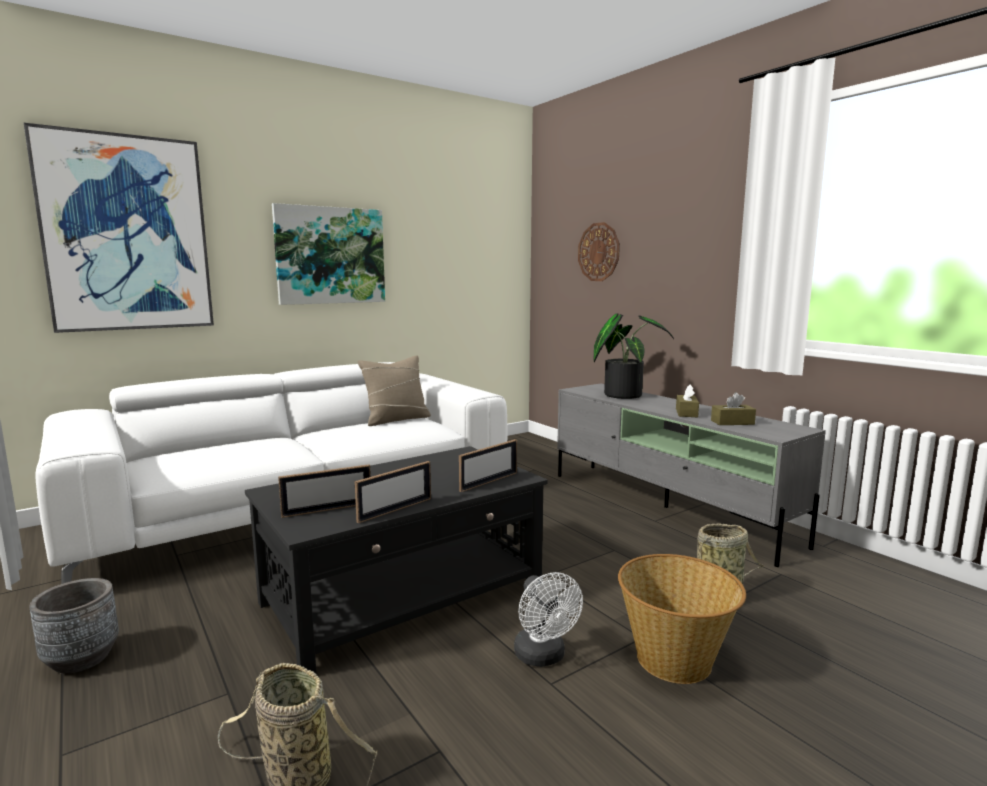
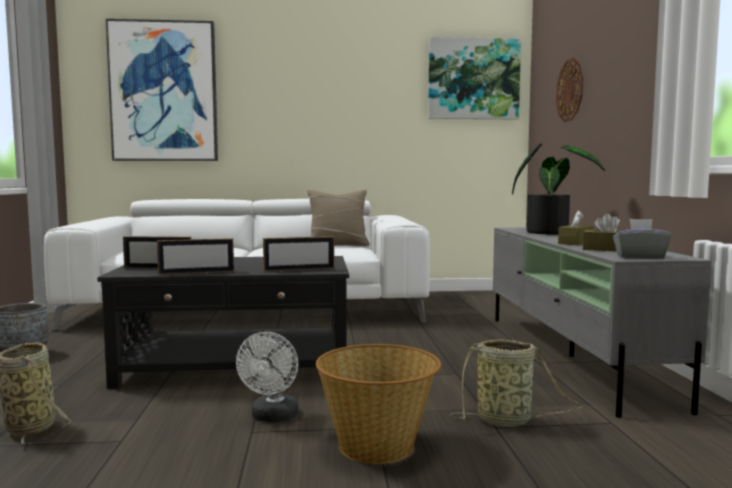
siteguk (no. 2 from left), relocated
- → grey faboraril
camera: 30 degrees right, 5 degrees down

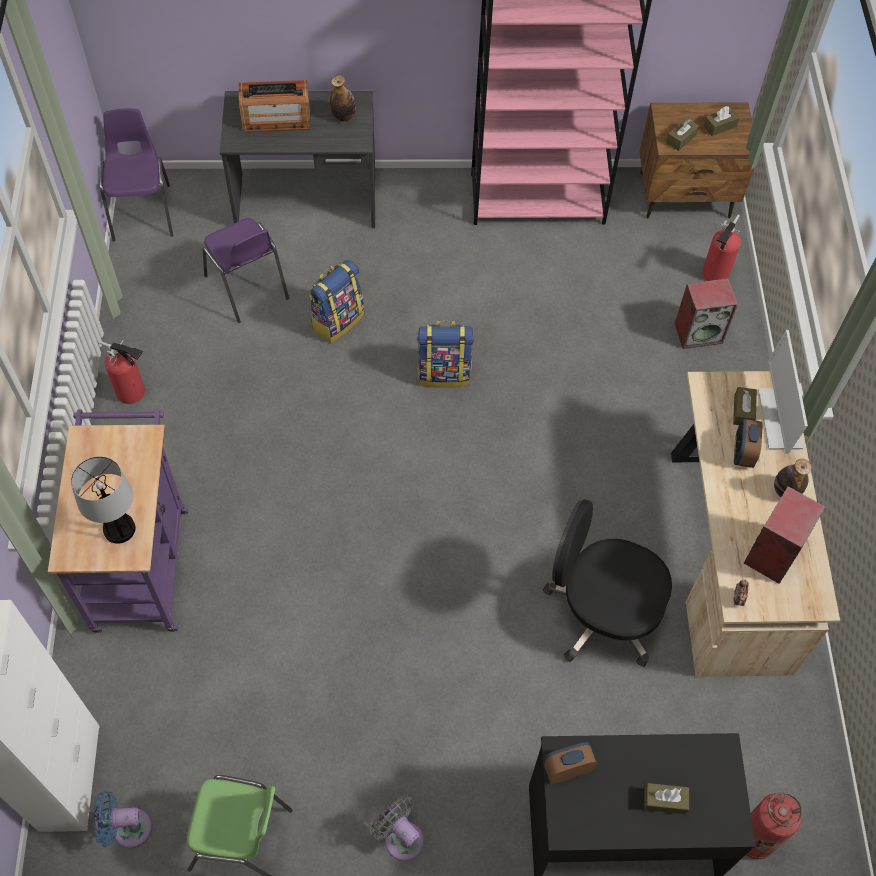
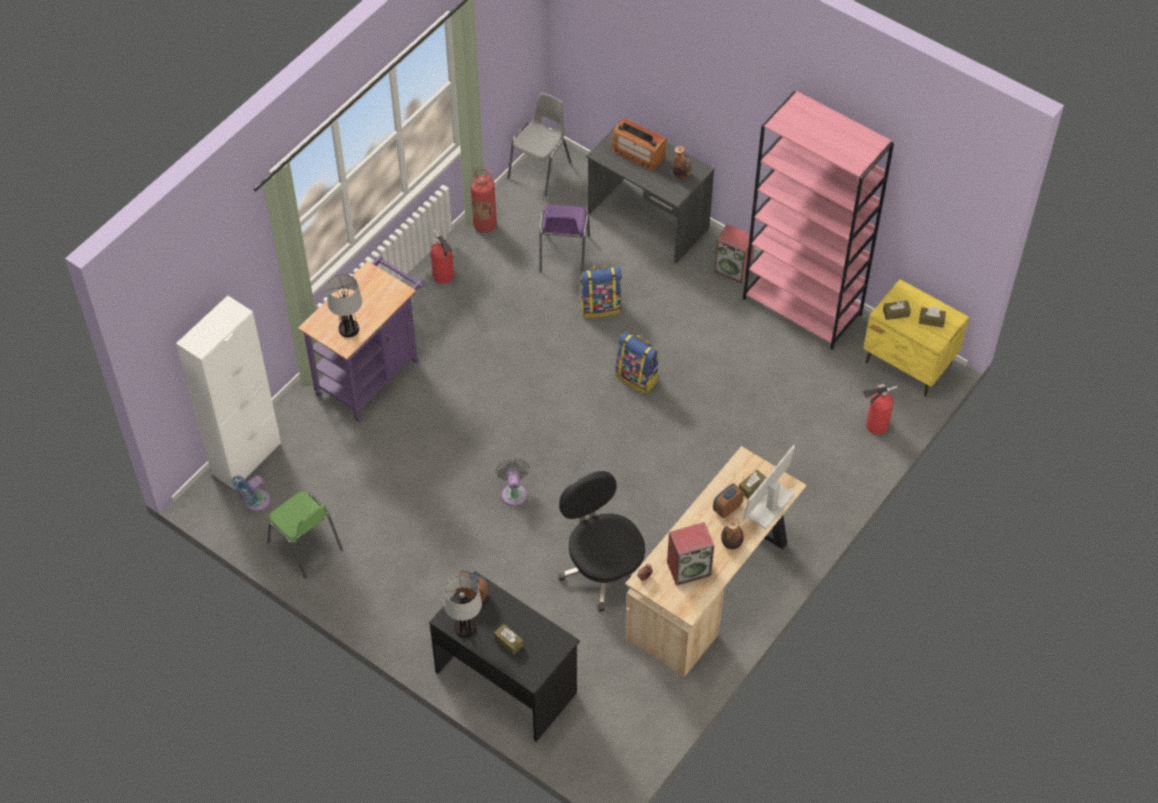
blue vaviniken, 75 degrees counterclockwise
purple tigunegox (no. 1 from left) → grey tigunegox
grey vaviniken, relocated
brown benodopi → yellow benodopi
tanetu (no. 1 from left in the first image) → tanetu (no. 2 from left), relocated
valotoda (no. 3 from left in the first image) → valotoda (no. 2 from left), relocated
- → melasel (no. 2 from left)
camera: 40 degrees right, 5 degrees down

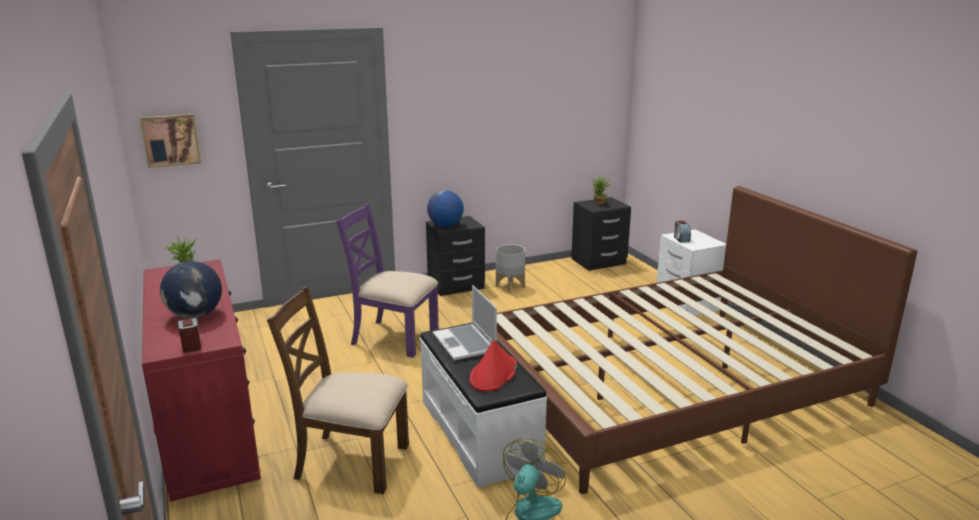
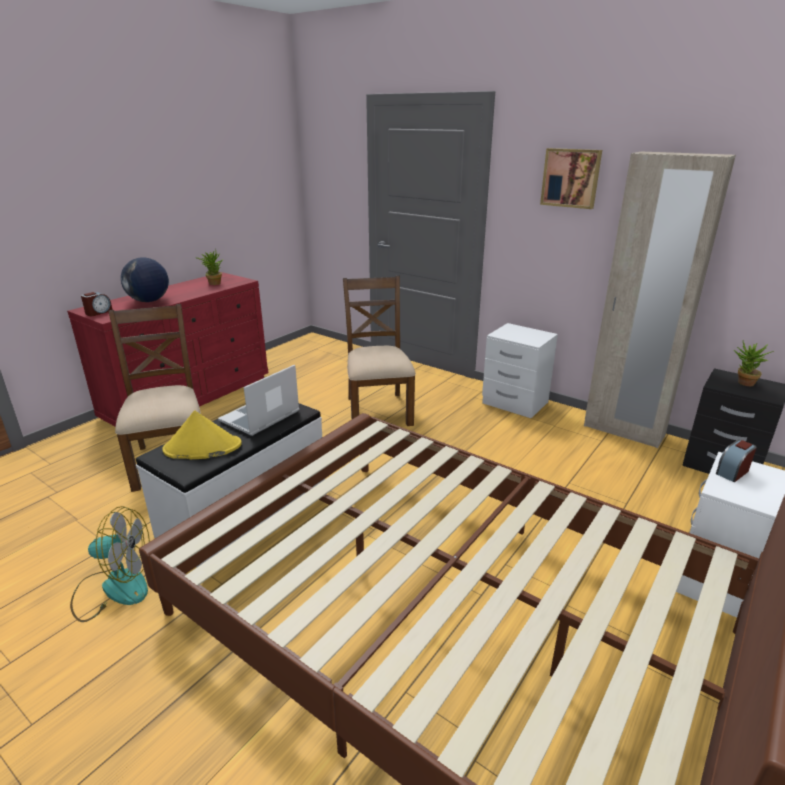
siteguk, relocated
purple tigunegox → brown tigunegox (no. 2 from left)
black benodopi (no. 1 from left) → white benodopi (no. 1 from left)
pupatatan (no. 2 from left) → -
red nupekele → yellow nupekele
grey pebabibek → -
- → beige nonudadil
camera: 60 degrees right, 5 degrees up

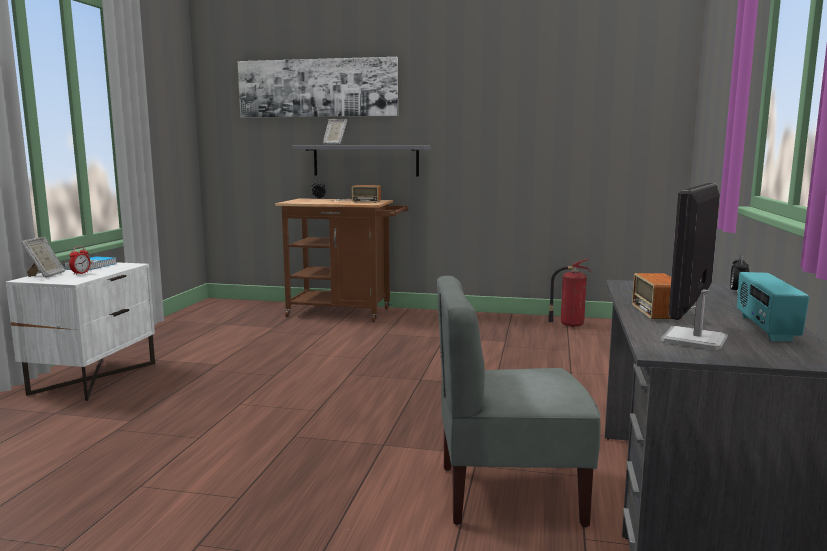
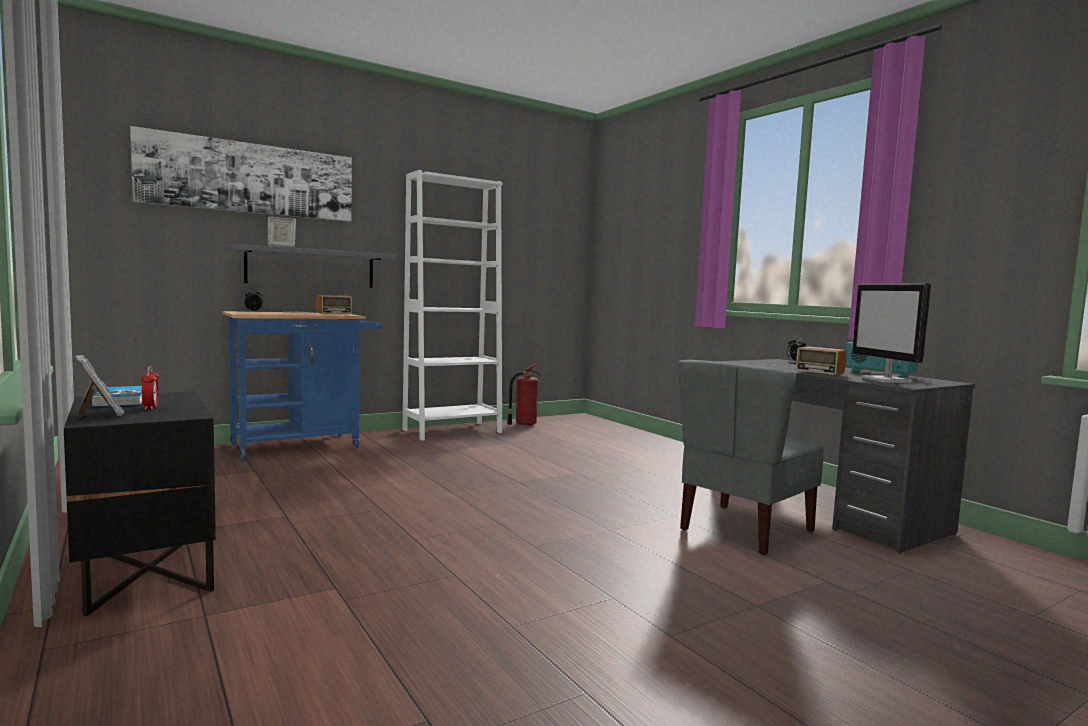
white benodopi → black benodopi
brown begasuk → blue begasuk
- → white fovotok
camera: 45 degrees left, 5 degrees down

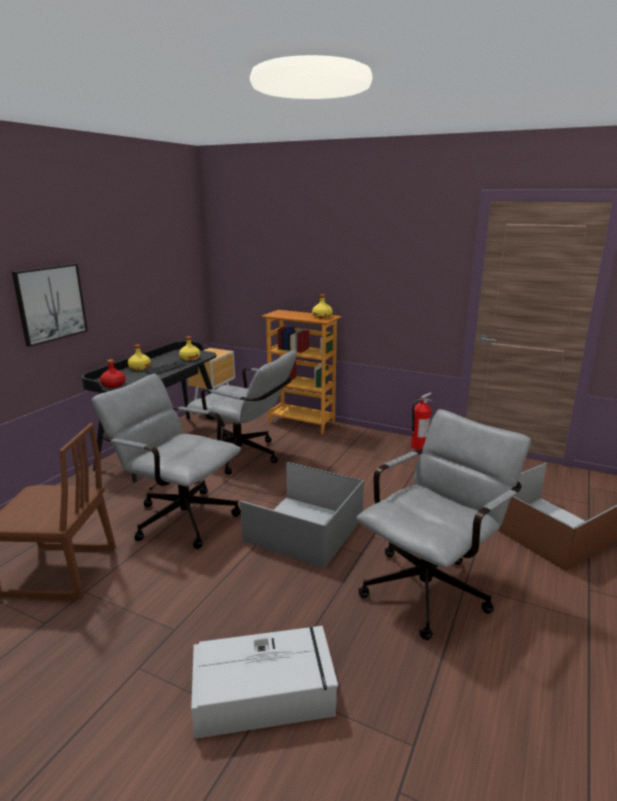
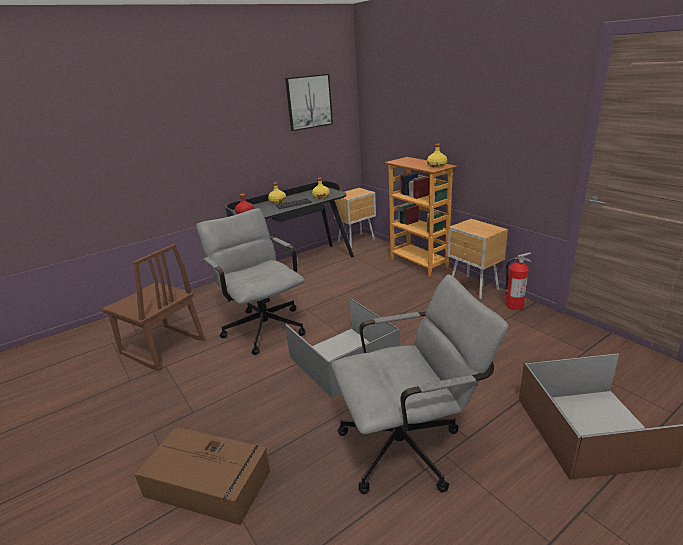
siteguk, relocated
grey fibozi (no. 2 from left) → -
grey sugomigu (no. 1 from left) → brown sugomigu (no. 1 from left)
- → brown benodopi (no. 2 from left)
camera: 30 degrees right, 5 degrees up

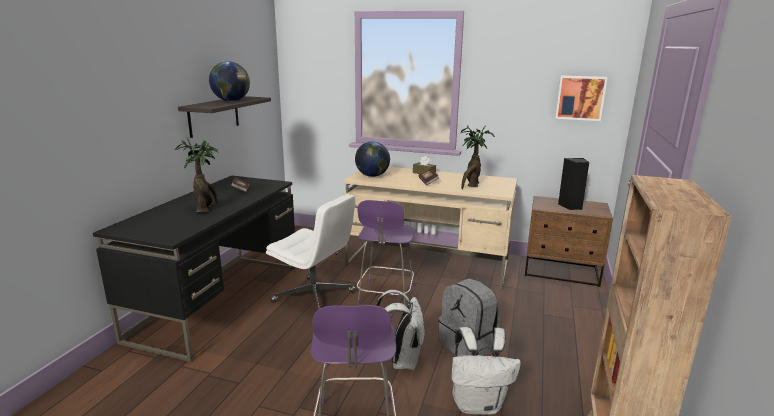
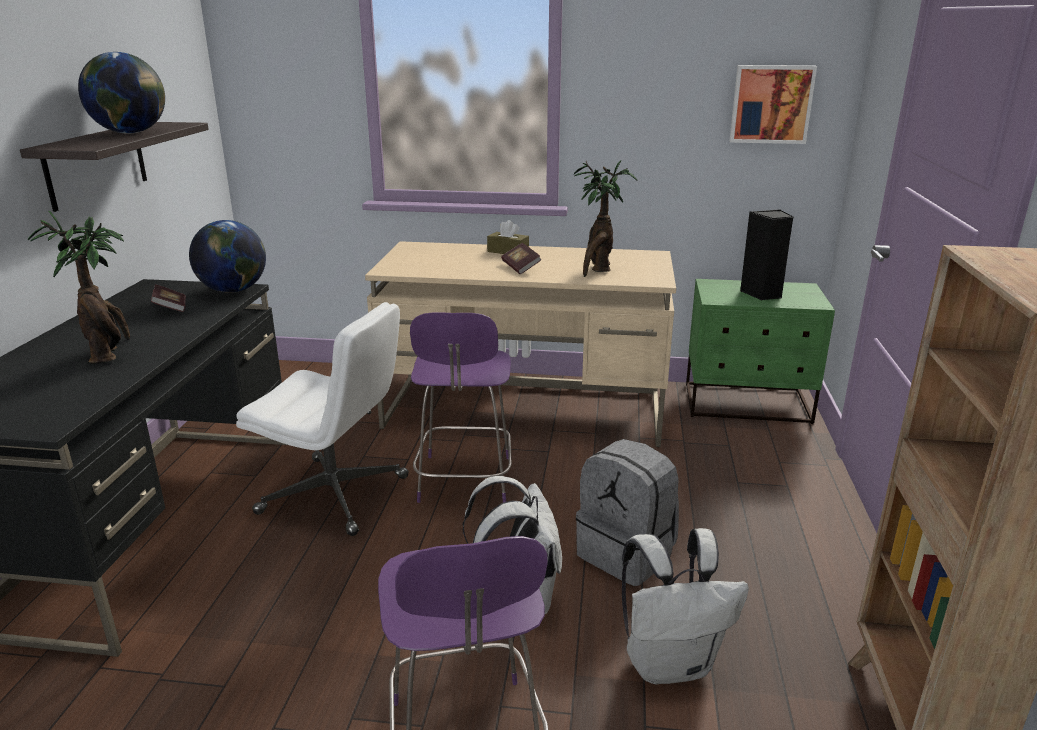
pupatatan (no. 2 from left), relocated
brown benodopi → green benodopi
camera: 10 degrees left, 5 degrees up

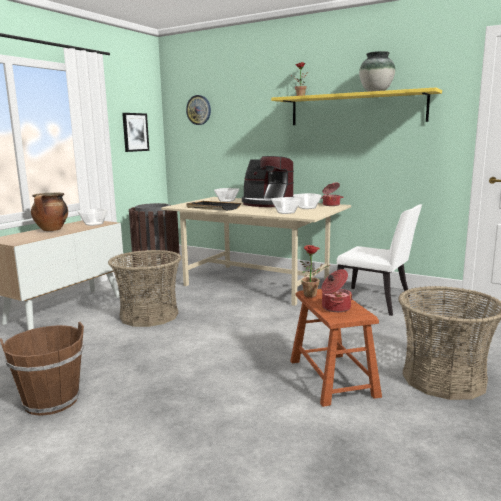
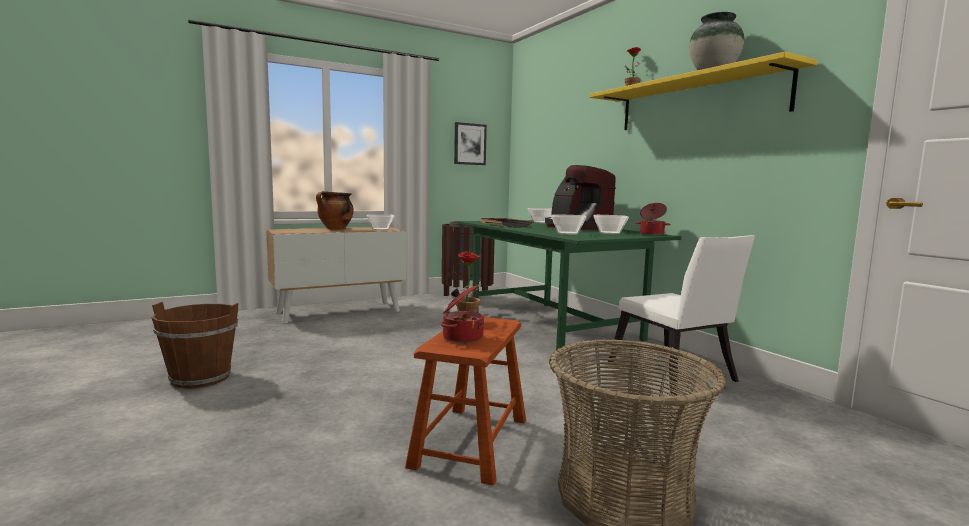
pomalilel (no. 1 from left) → -
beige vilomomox → green vilomomox
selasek → -
camera: 30 degrees right, 5 degrees down

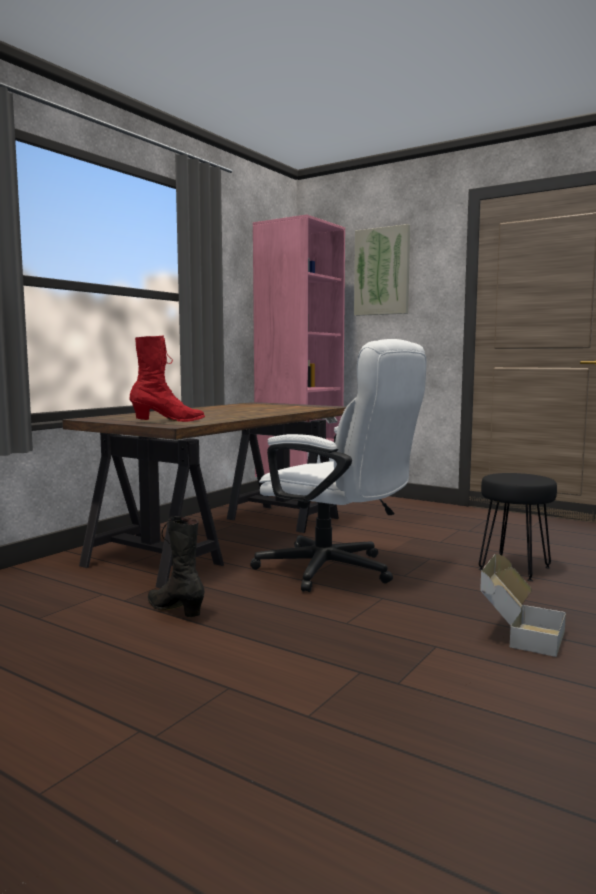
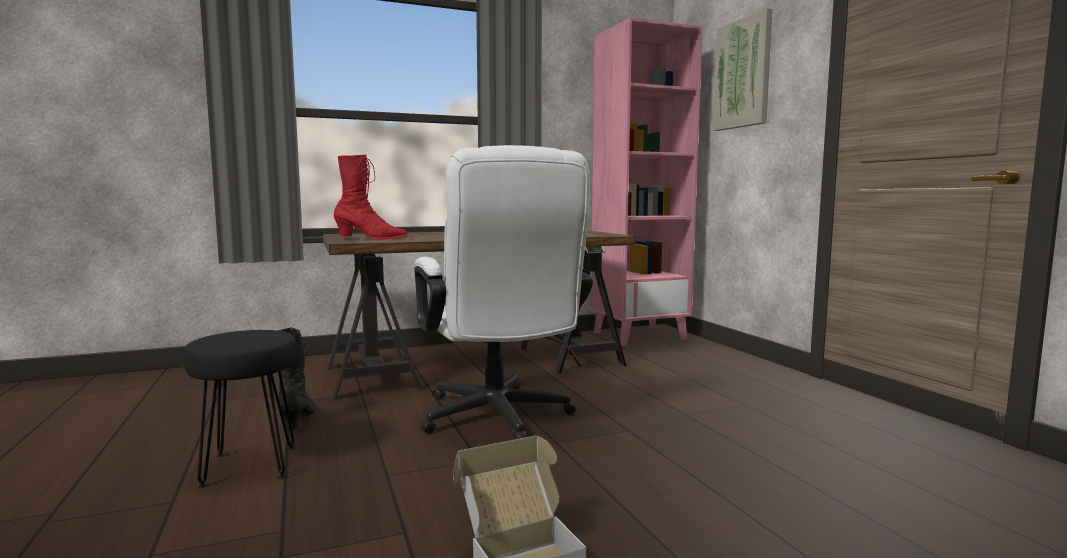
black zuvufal, relocated
camera: 35 degrees right, 0 degrees up

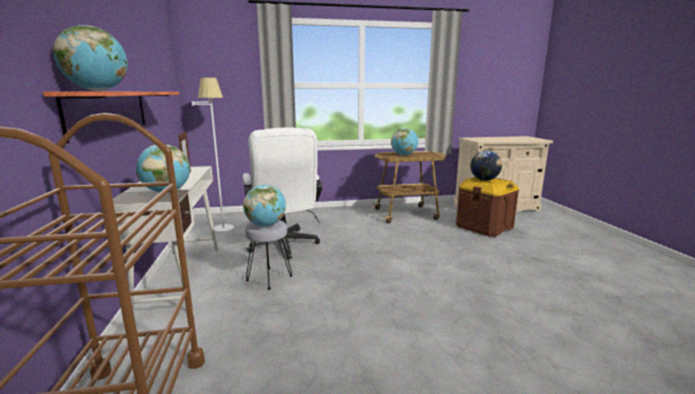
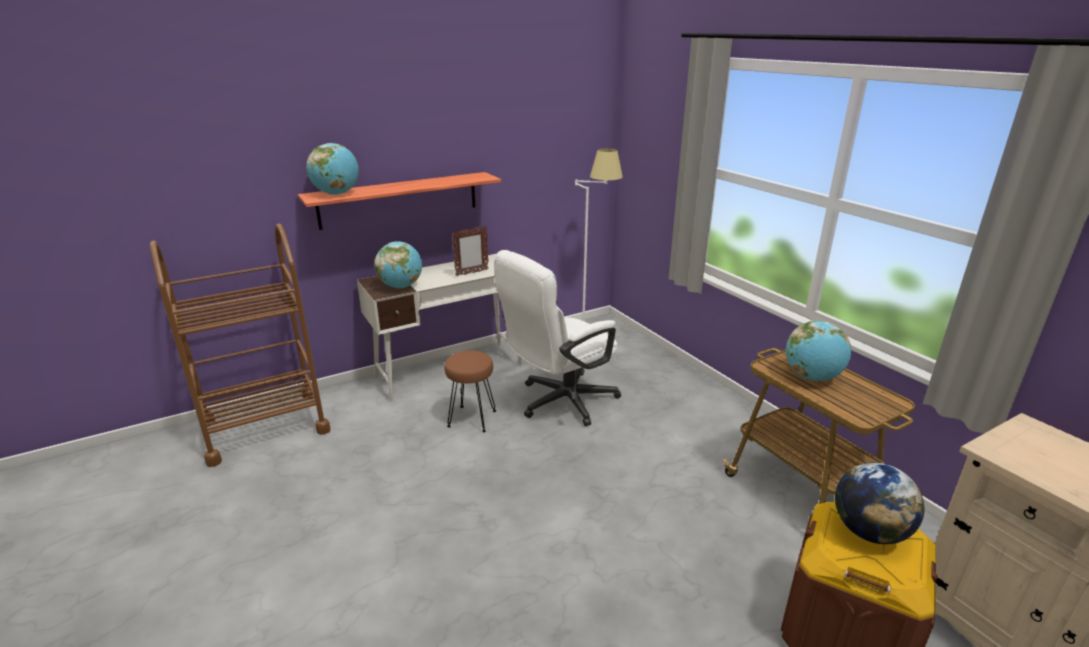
pupatatan (no. 3 from left) → -
grey zuvufal → brown zuvufal
camera: 70 degrees right, 10 degrees up

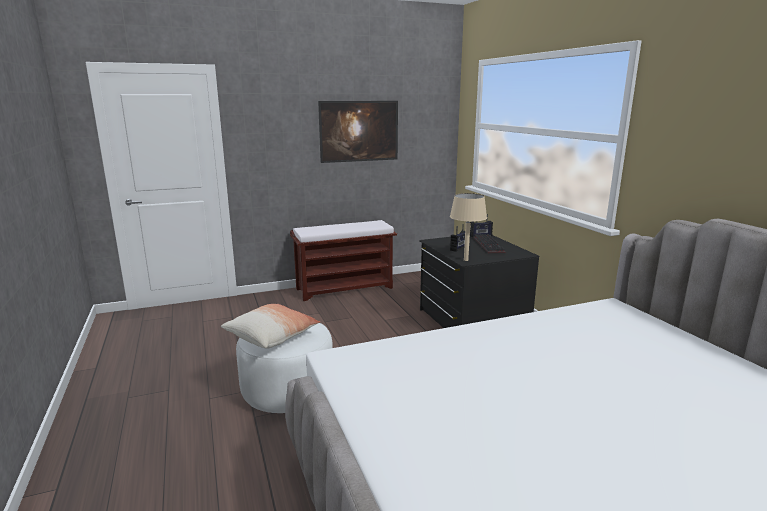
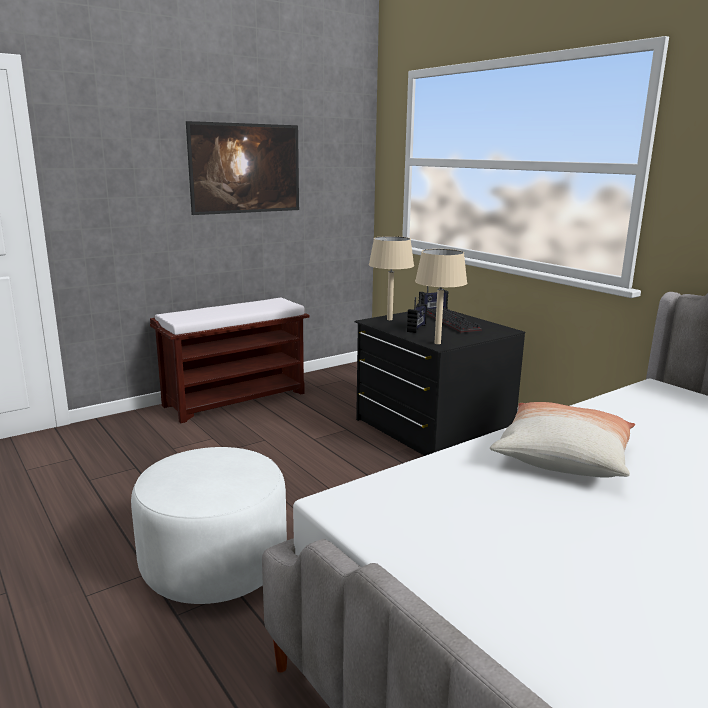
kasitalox, relocated
- → beige melasel (no. 1 from left)
camera: 15 degrees left, 0 degrees up

